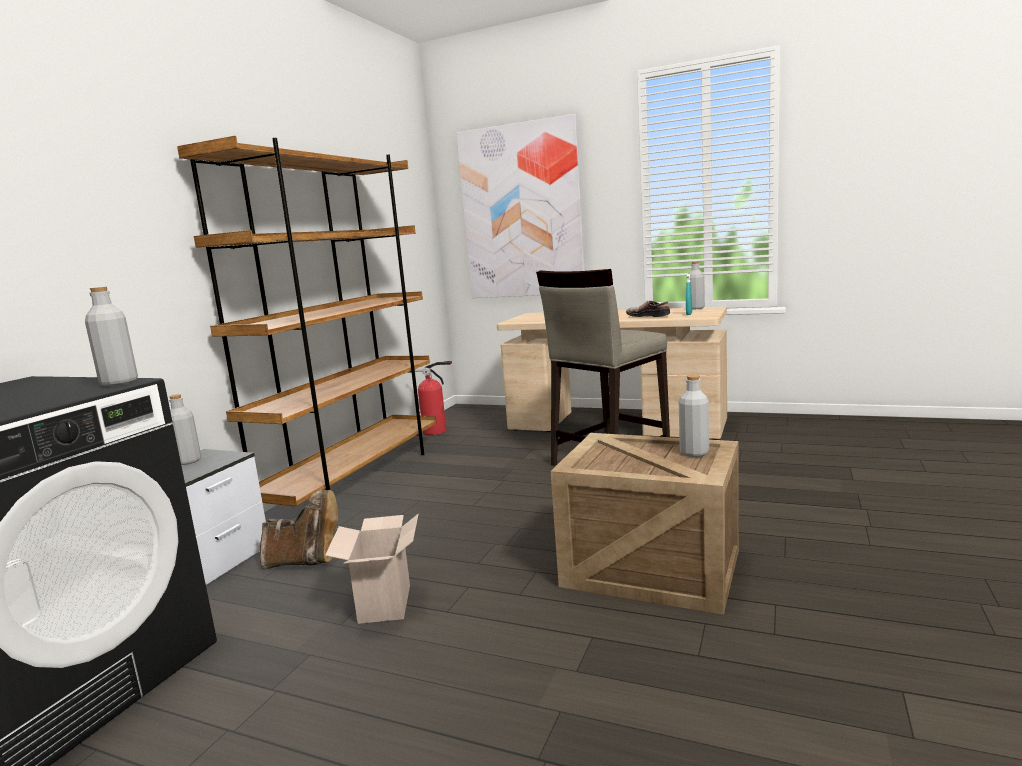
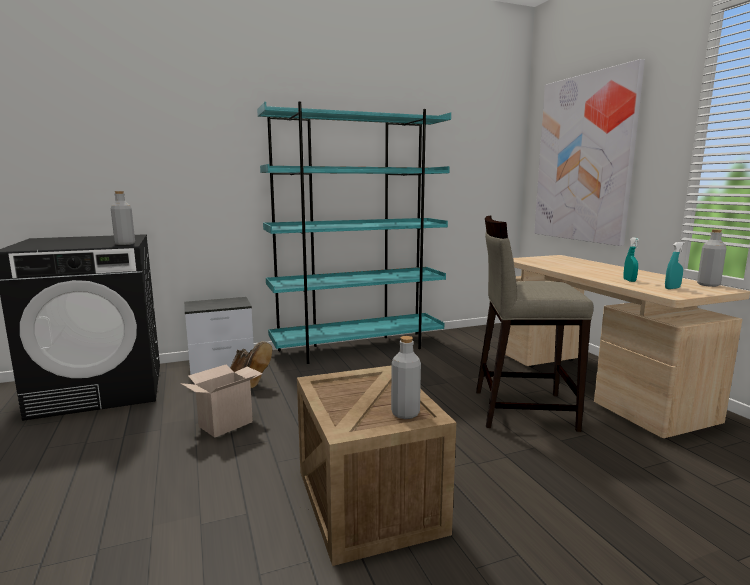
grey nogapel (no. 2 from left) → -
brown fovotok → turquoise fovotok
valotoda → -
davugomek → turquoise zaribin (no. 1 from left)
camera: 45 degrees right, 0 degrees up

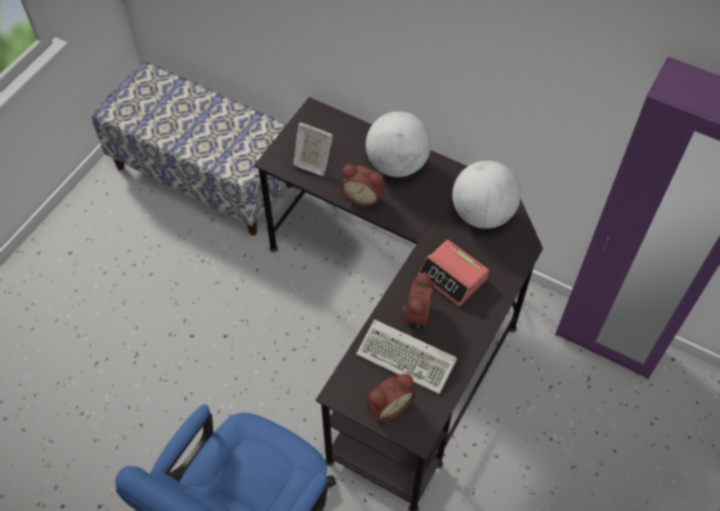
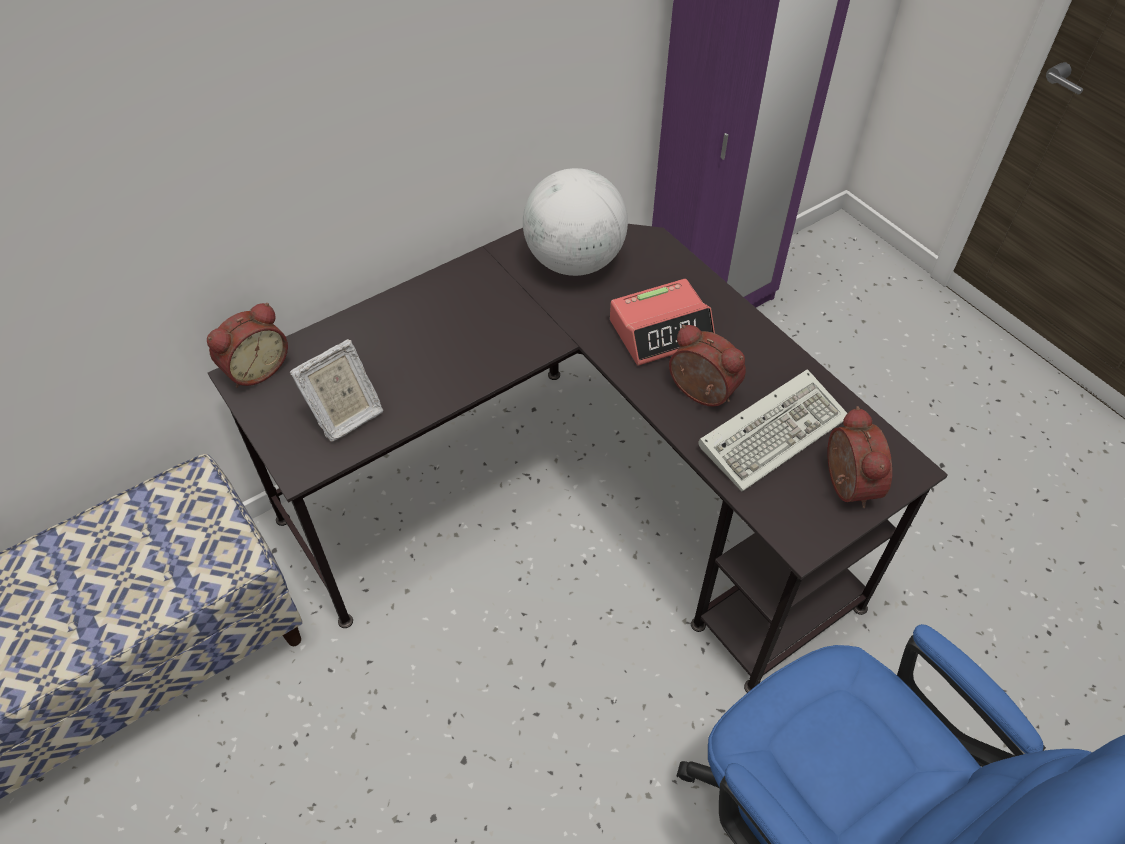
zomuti (no. 1 from left), relocated
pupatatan (no. 1 from left) → -
camera: 65 degrees left, 5 degrees down

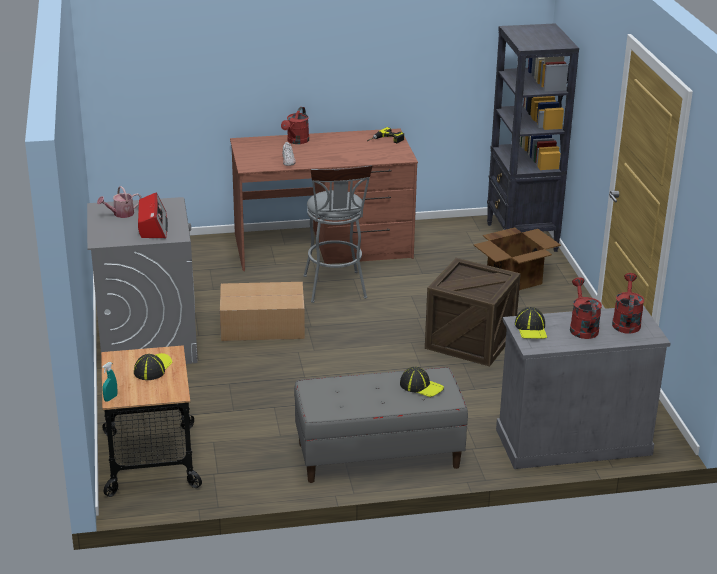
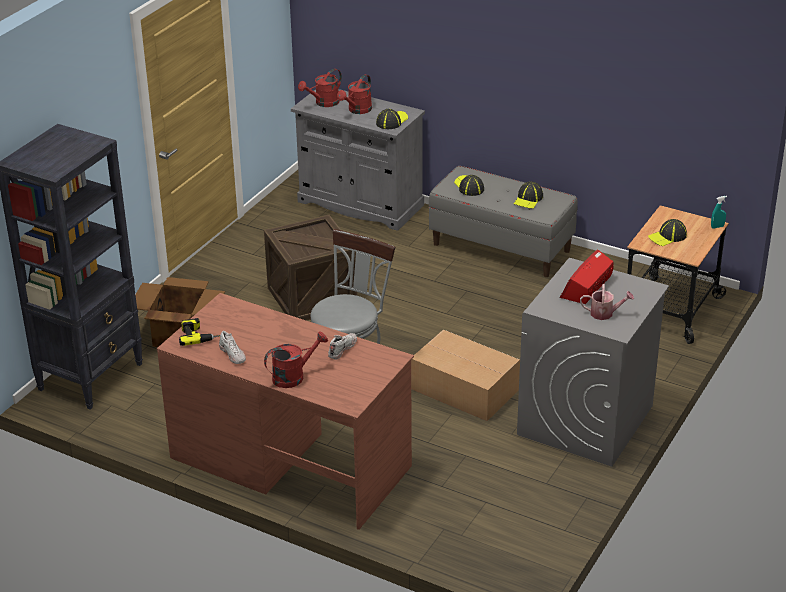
- → white davugomek (no. 1 from left)
- → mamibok (no. 3 from left)
camera: 140 degrees left, 5 degrees up

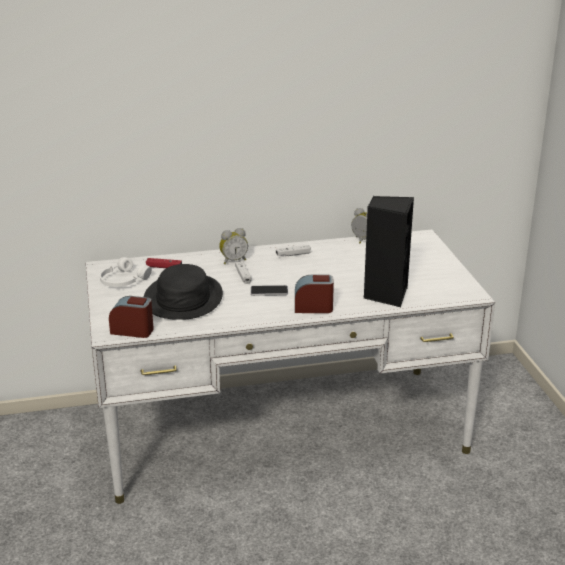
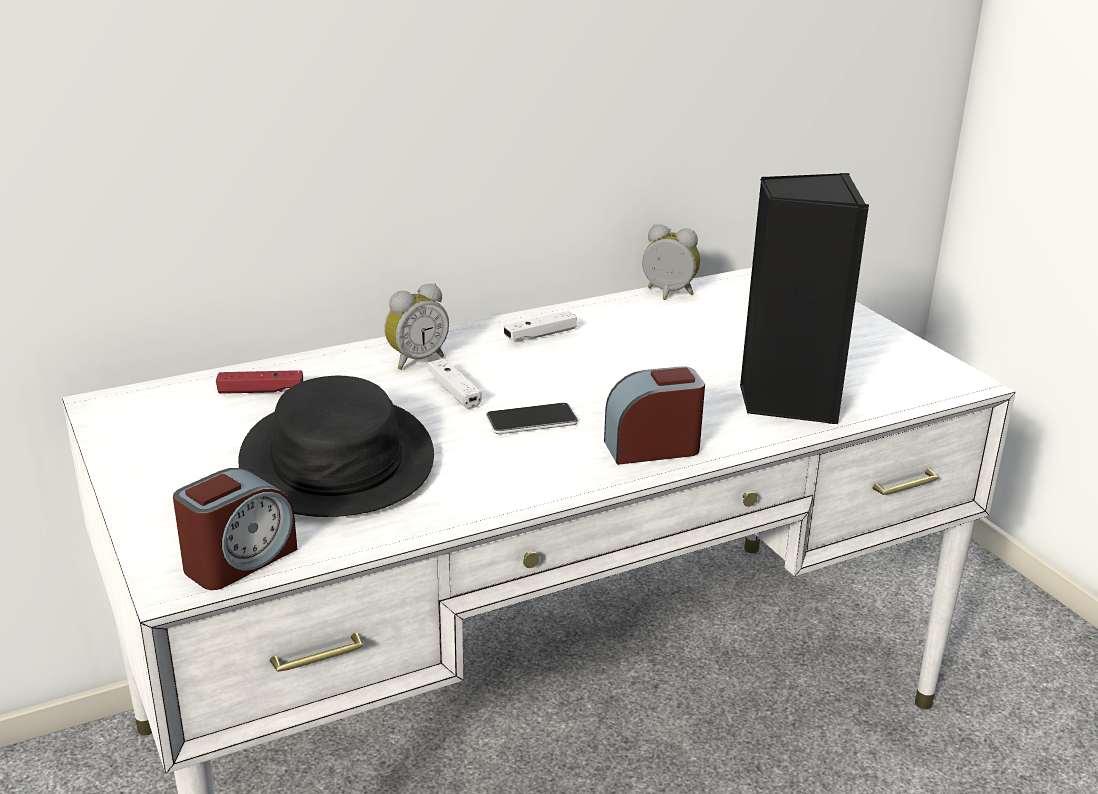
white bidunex → -
zomuti (no. 1 from left), 135 degrees clockwise
camera: 15 degrees left, 0 degrees up

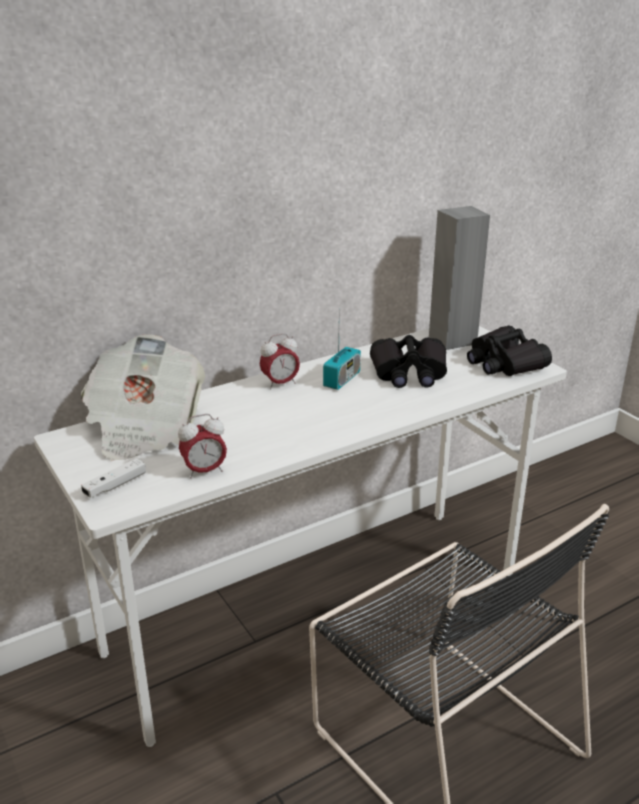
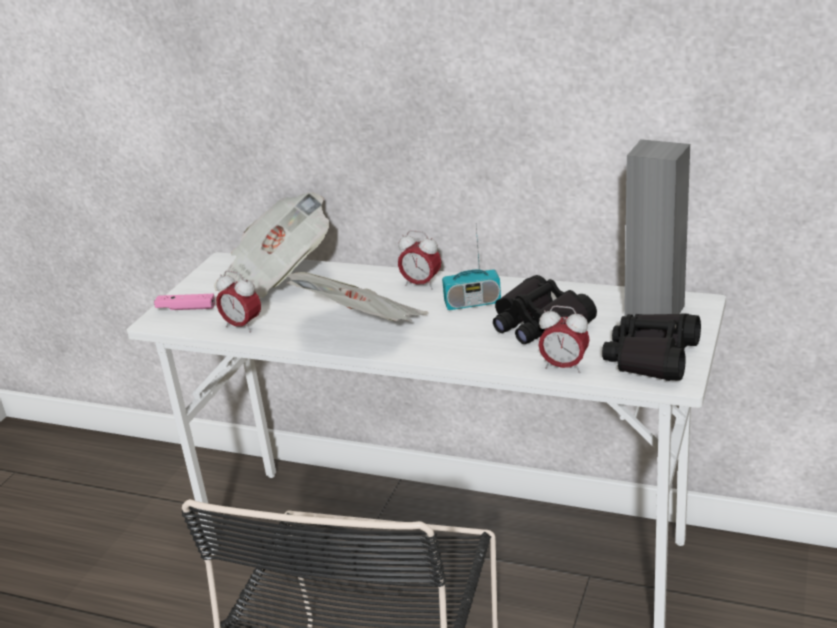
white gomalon → pink gomalon
- → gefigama (no. 2 from left)
- → zomuti (no. 3 from left)
camera: 55 degrees right, 0 degrees up

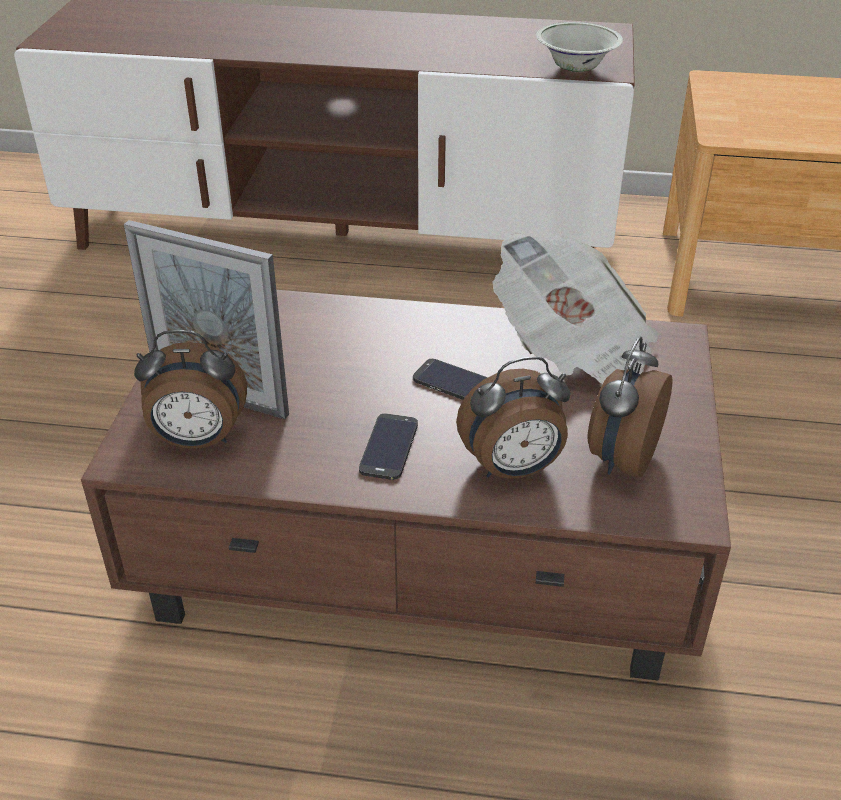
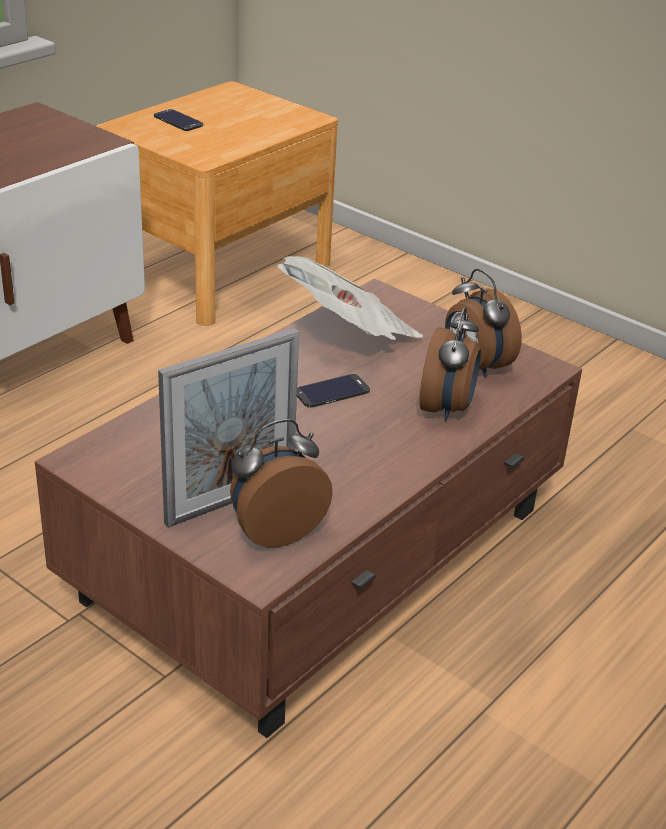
zomuti (no. 1 from left), 150 degrees counterclockwise
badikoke (no. 1 from left), relocated
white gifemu → -
camera: 60 degrees left, 5 degrees down

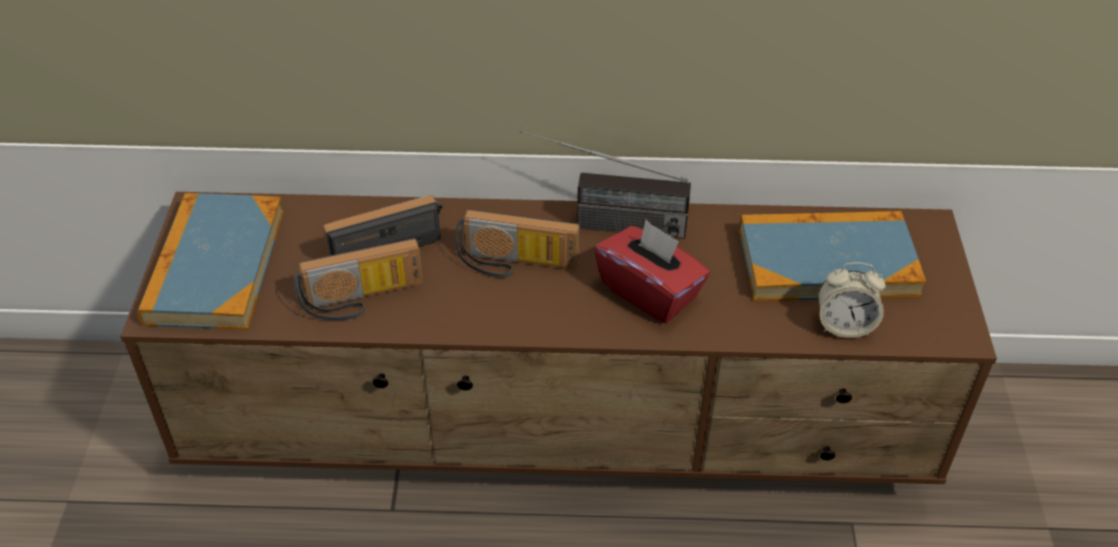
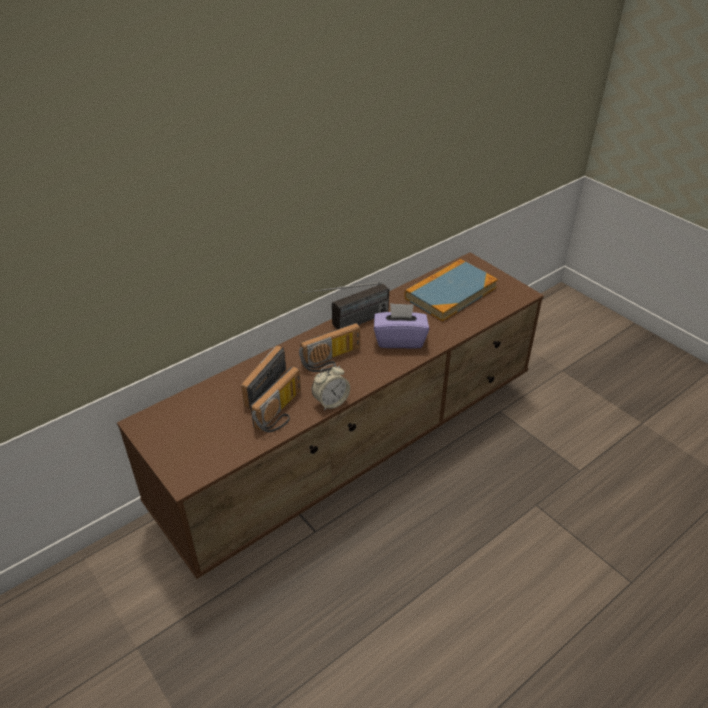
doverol (no. 1 from left) → -
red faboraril → purple faboraril
zomuti, relocated
camera: 40 degrees left, 5 degrees down

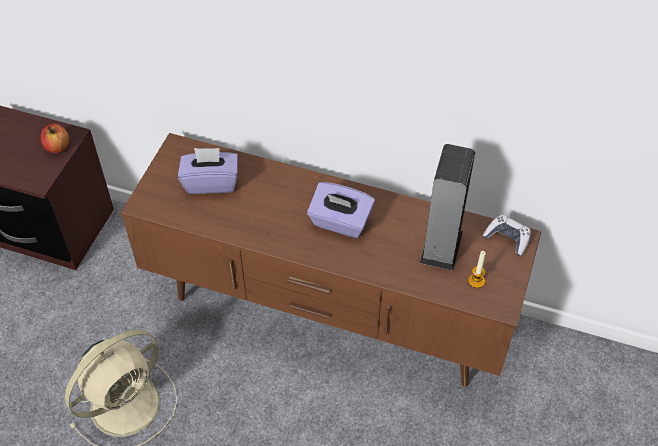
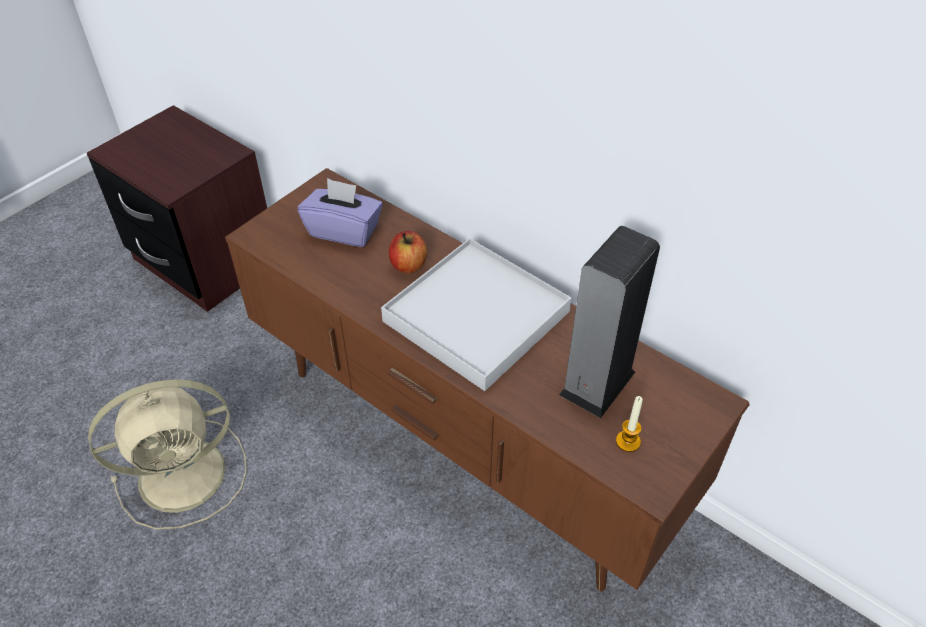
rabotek, relocated
purple faboraril (no. 2 from left) → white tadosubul
gomalon → -
camera: 20 degrees right, 5 degrees down

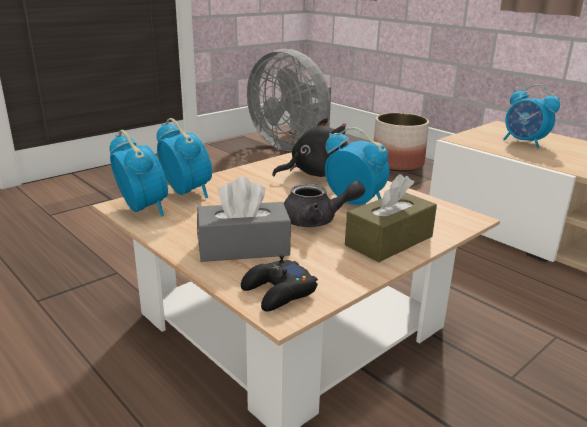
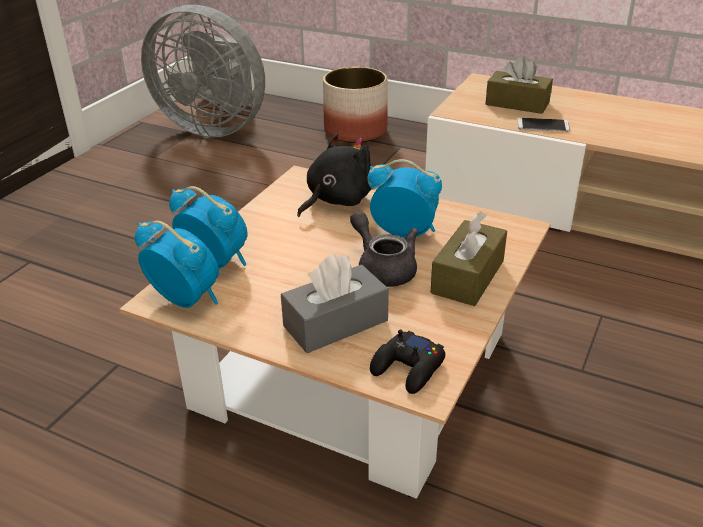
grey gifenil, 105 degrees counterclockwise
zomuti (no. 4 from left) → brown faboraril (no. 2 from left)
- → badikoke
camera: 20 degrees left, 10 degrees up

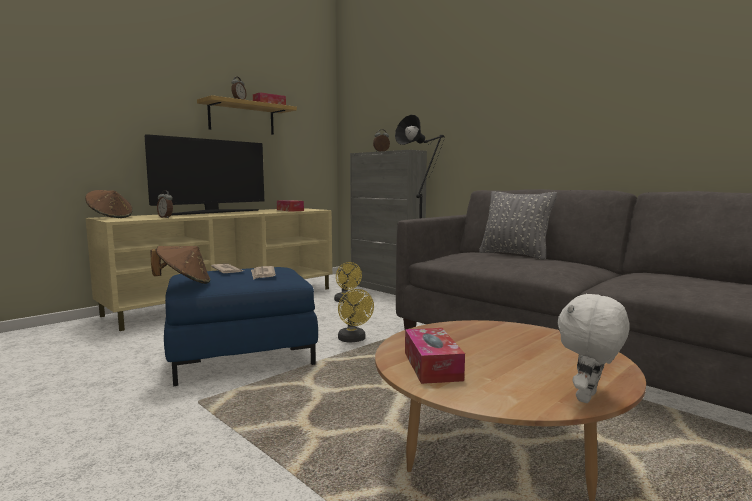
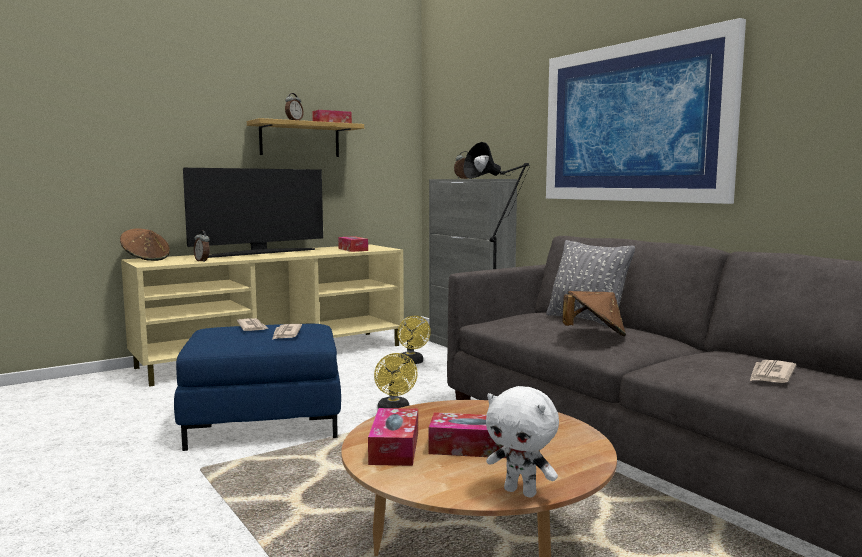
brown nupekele (no. 2 from left), relocated
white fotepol, 105 degrees counterclockwise
- → faboraril (no. 4 from left)
- → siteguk
- → gefigama (no. 3 from left)
camera: 10 degrees right, 0 degrees up

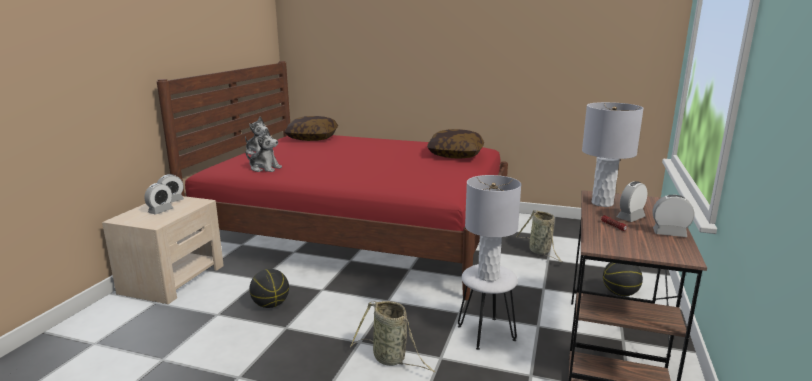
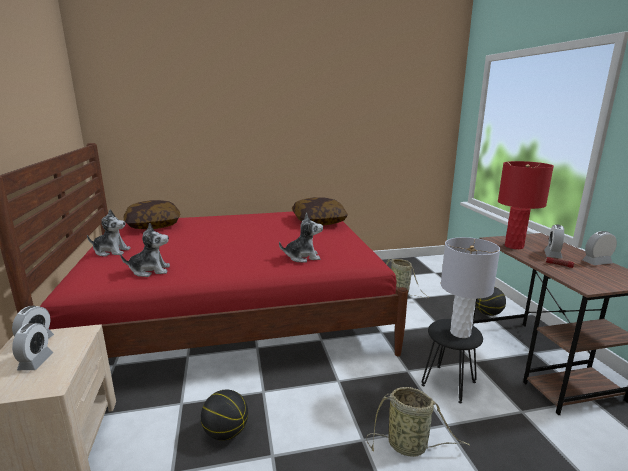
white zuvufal → black zuvufal
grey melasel (no. 2 from left) → red melasel
- → fotepol (no. 3 from left)
camera: 30 degrees left, 0 degrees up

